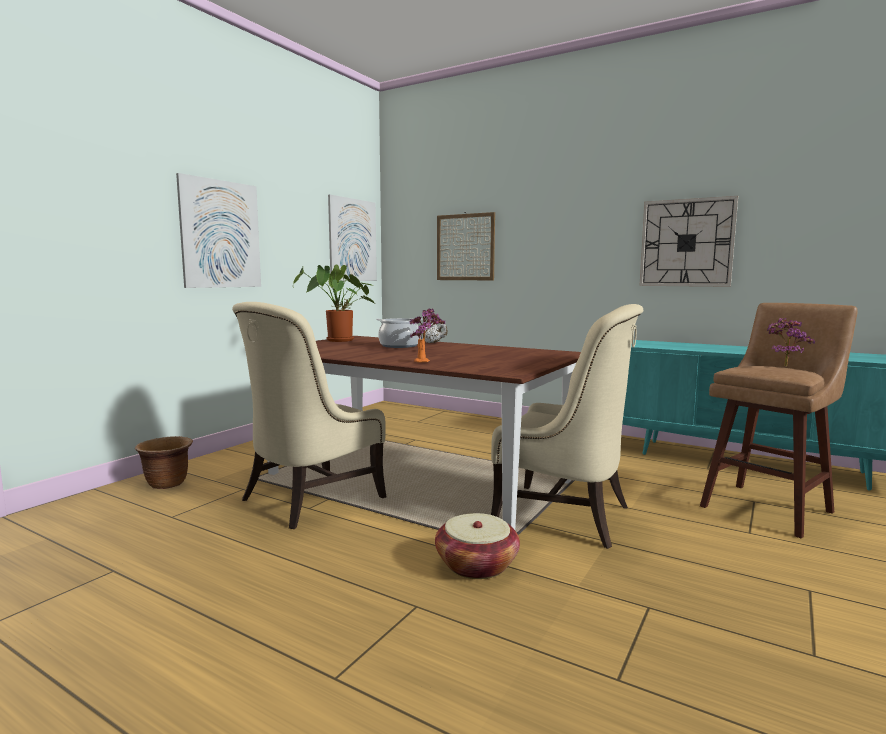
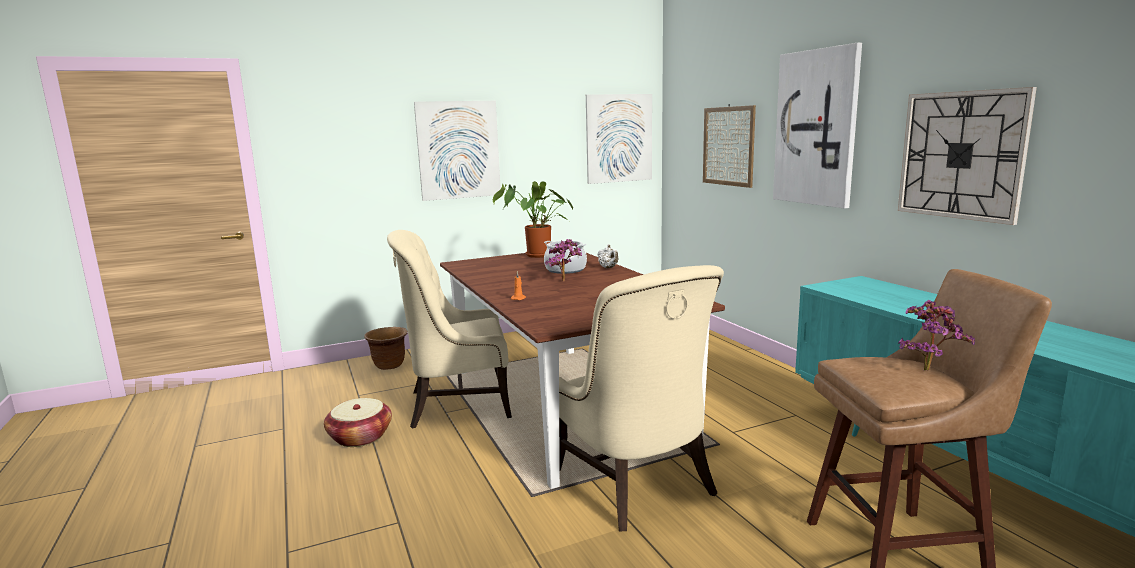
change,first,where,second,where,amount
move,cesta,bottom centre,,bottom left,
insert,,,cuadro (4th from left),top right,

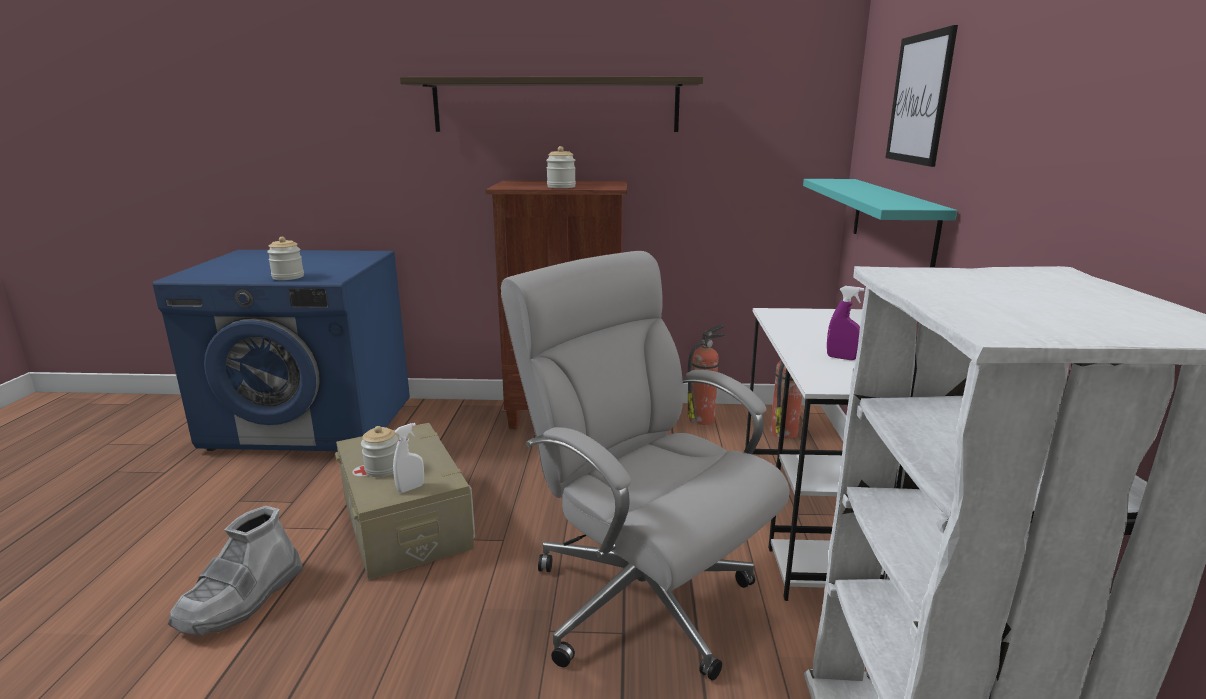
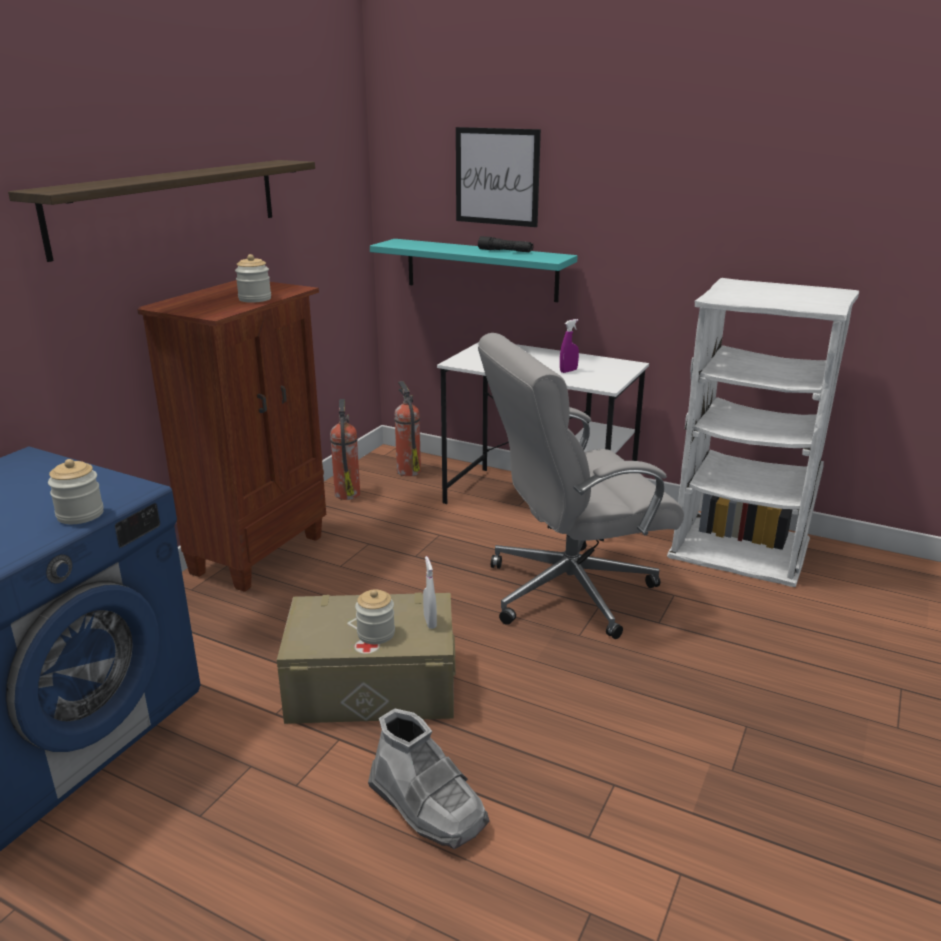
change,first,where,second,where,amount
insert,,,linterna [negro],top centre,

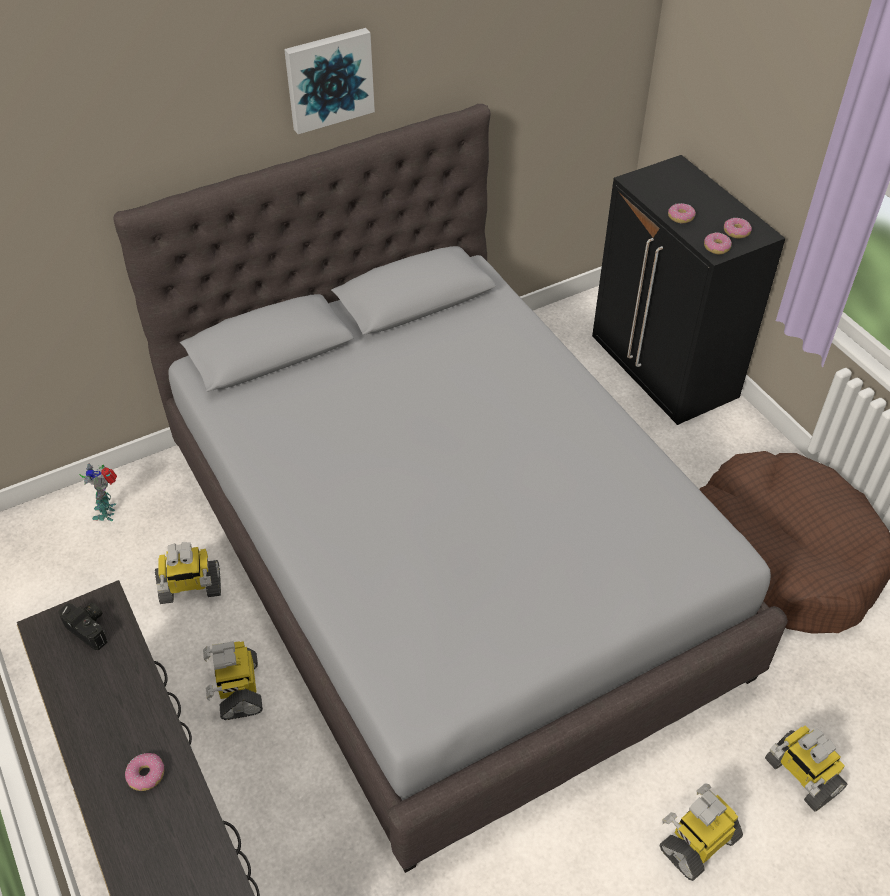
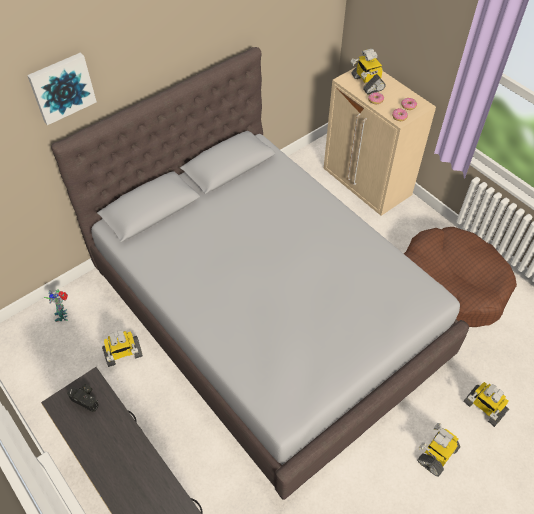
change,first,where,second,where,amount
delete,rosquilla (1st from left),bottom left,,,
move,robot de juguete (3rd from left),bottom left,,top right,
move,cuadro,top centre,,top left,
recolor,armario [negro],top right,armario [beis],top right,

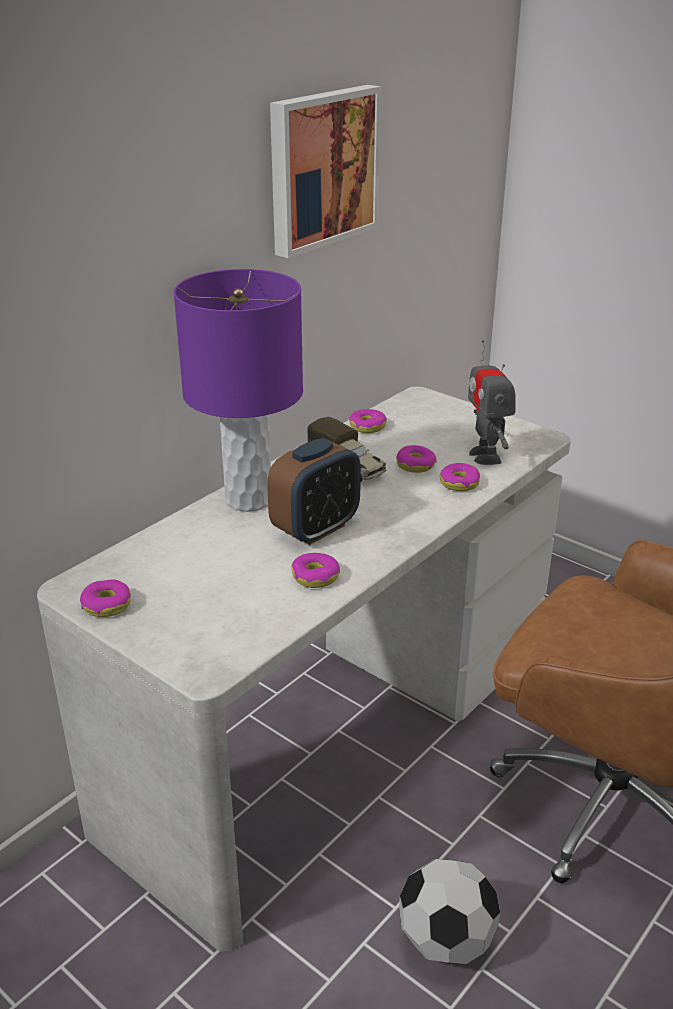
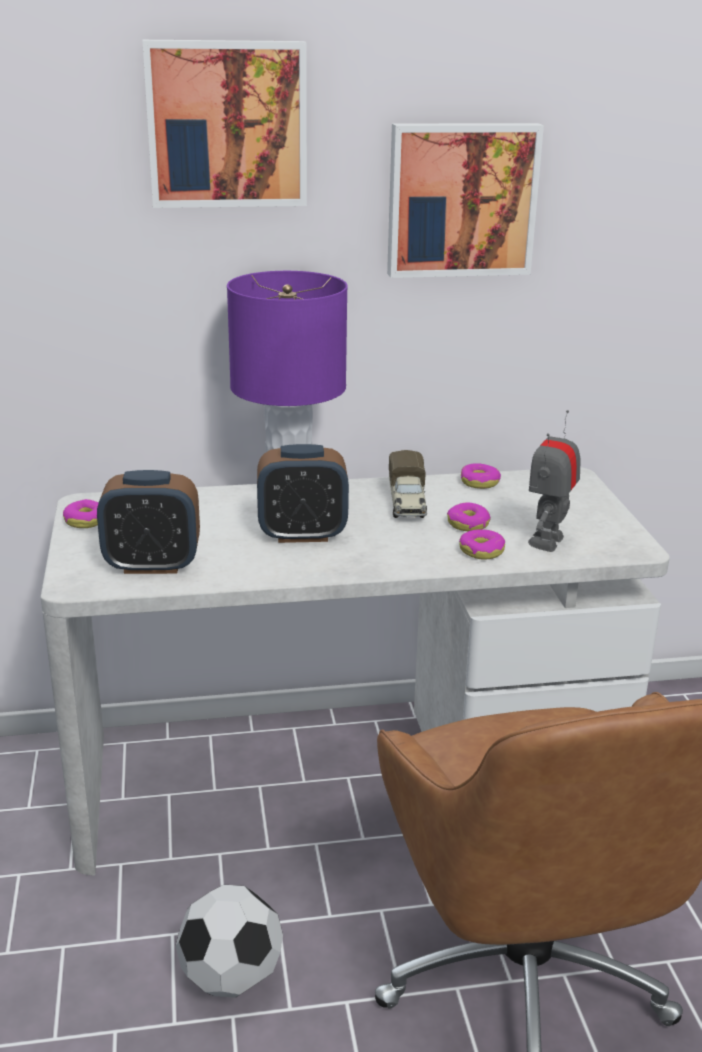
change,first,where,second,where,amount
delete,rosquilla (2nd from left),centre,,,
insert,,,despertador (1st from left),middle left,
insert,,,cuadro (1st from left),top left,

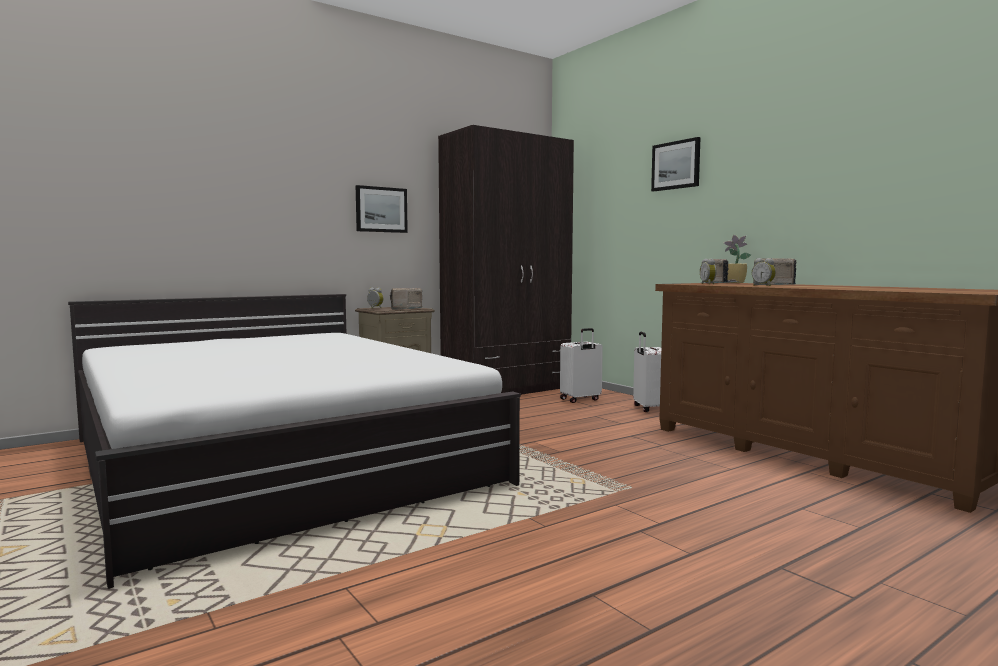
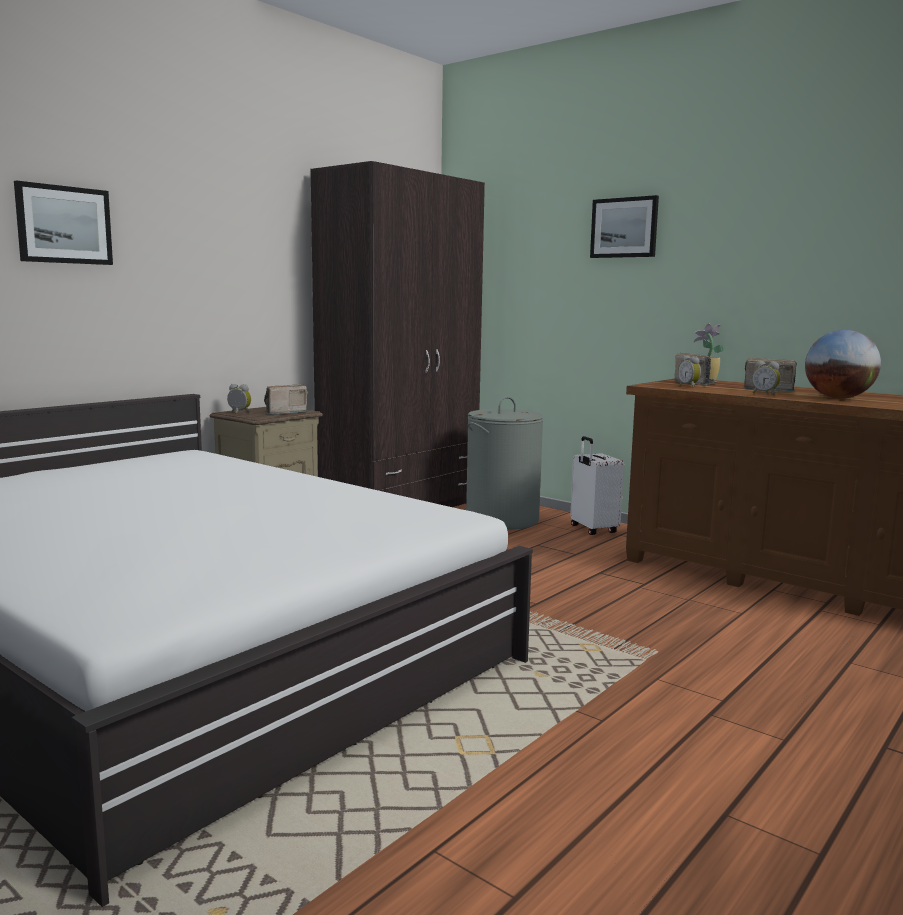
change,first,where,second,where,amount
move,cuadro (1st from left),top centre,,top left,
replace,maleta [blanco] (1st from left),centre,cesto de la ropa [gris],centre,
insert,,,globo terráqueo,middle right,

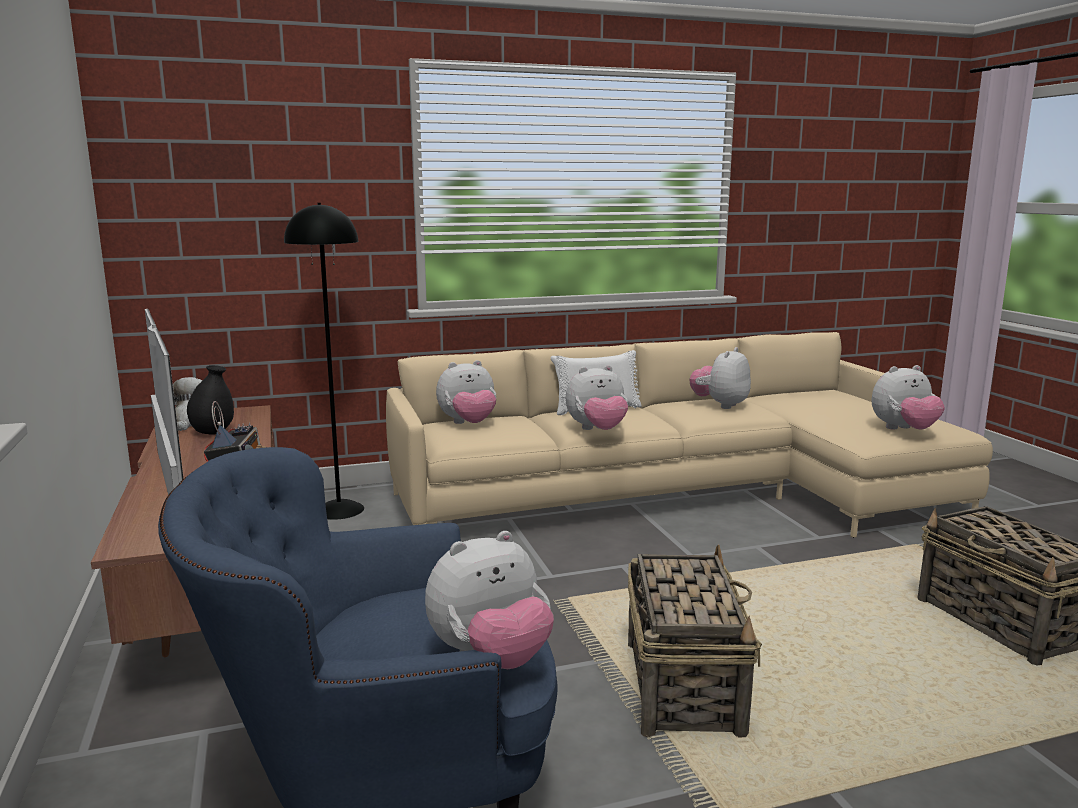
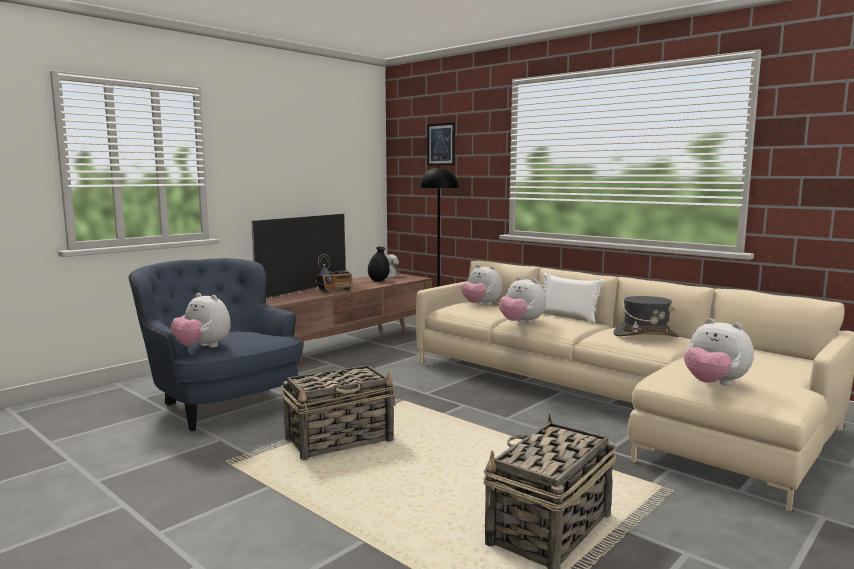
change,first,where,second,where,amount
replace,peluche (5th from left),middle right,sombrero [gris],middle right,
insert,,,cuadro,top centre,

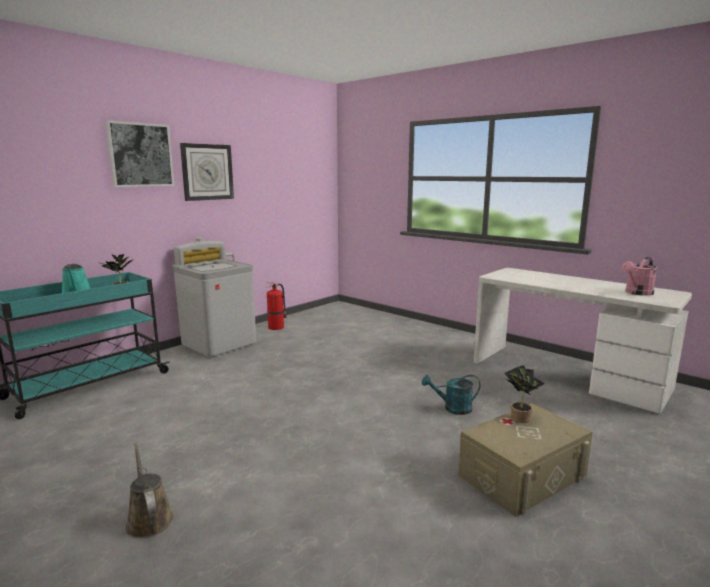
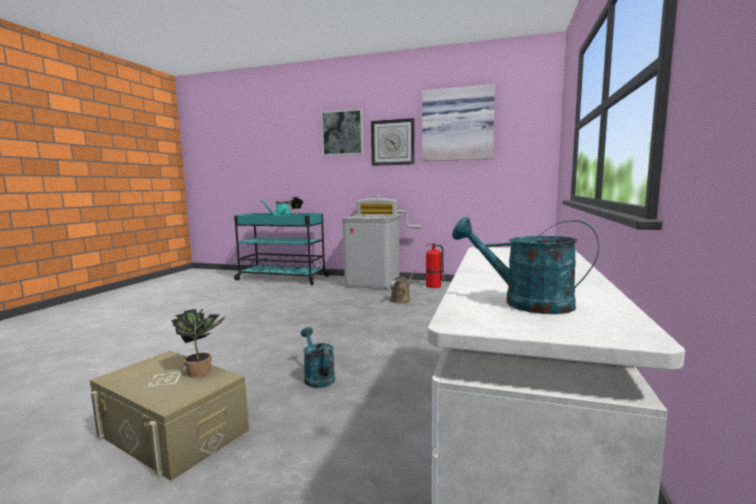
change,first,where,second,where,amount
move,regadera [marrón],bottom left,,centre,
recolor,regadera [rosa],middle right,regadera [turquesa] (3rd from left),middle right,
insert,,,cuadro (2nd from left),top centre,

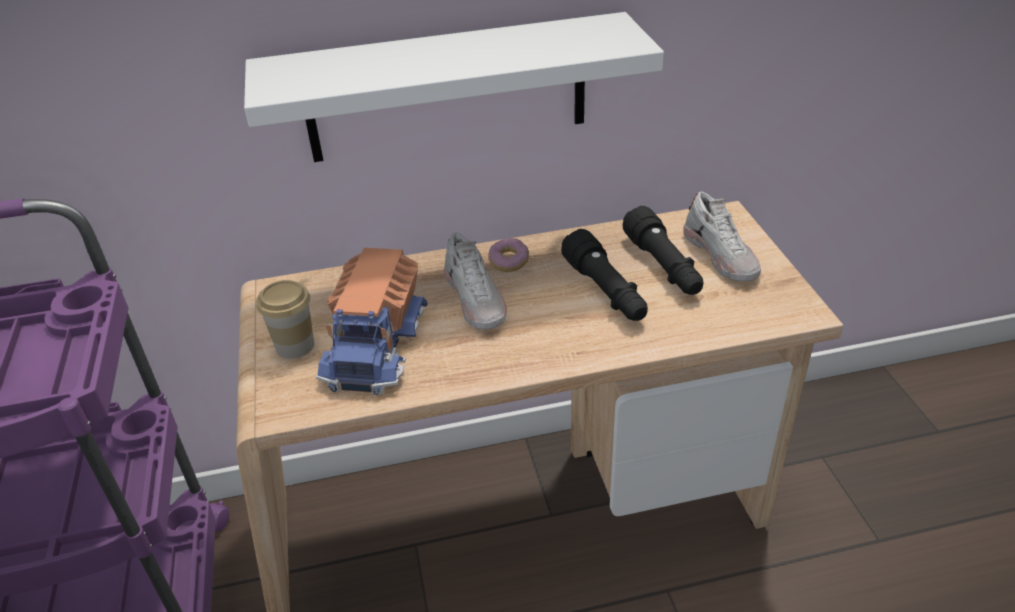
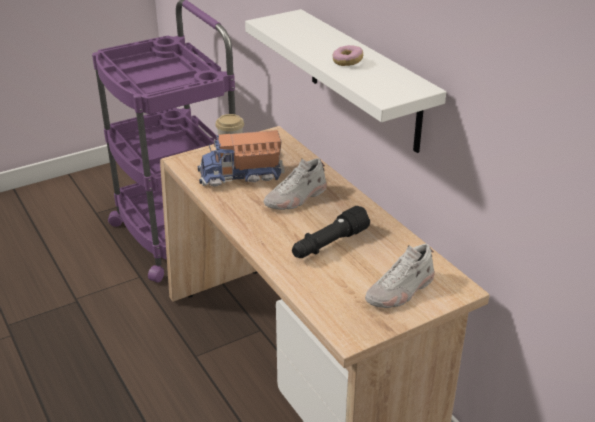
change,first,where,second,where,amount
move,rosquilla,centre,,top centre,
delete,linterna [negro] (2nd from left),centre,,,

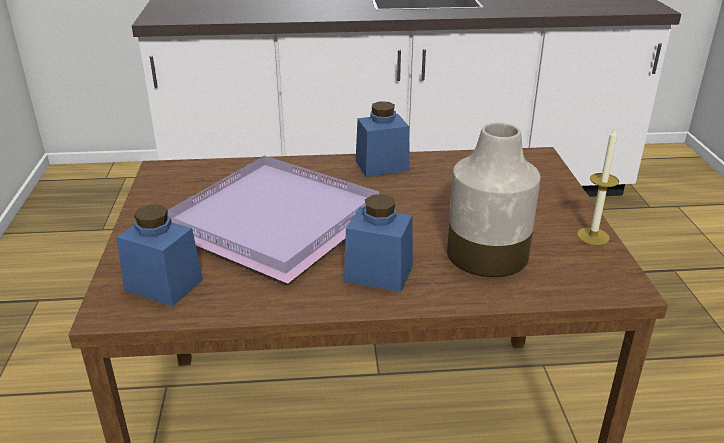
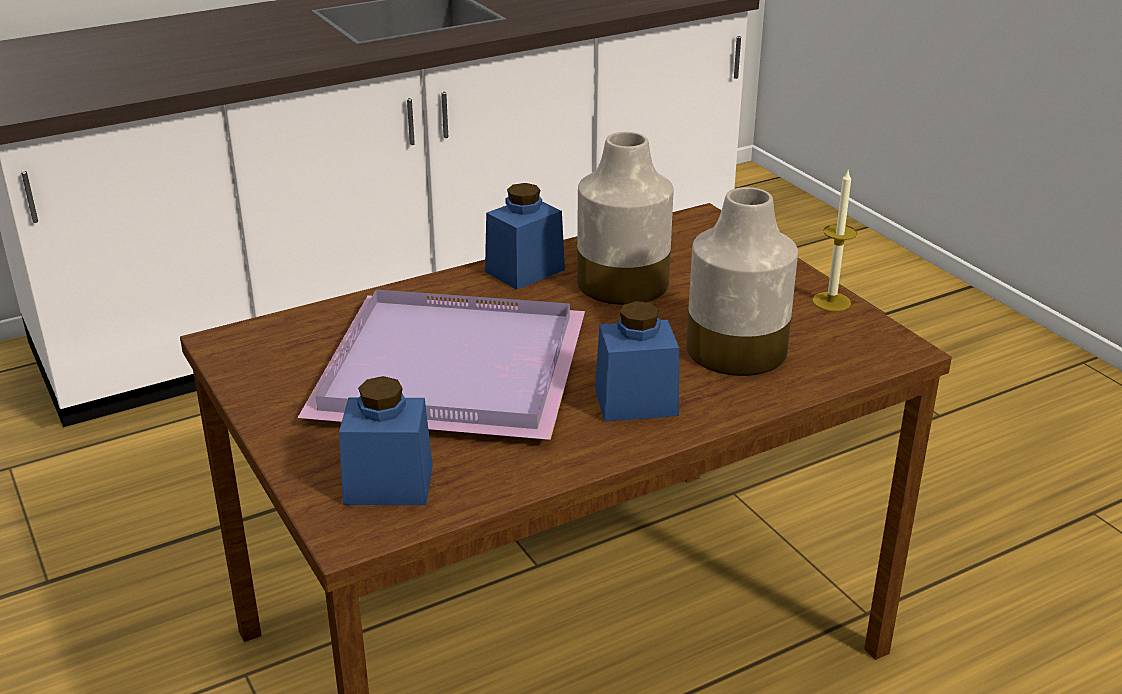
change,first,where,second,where,amount
insert,,,florero [beis] (1st from left),top centre,

